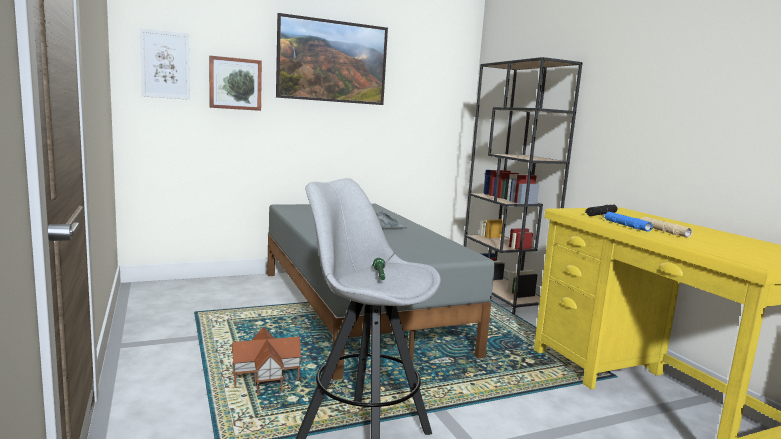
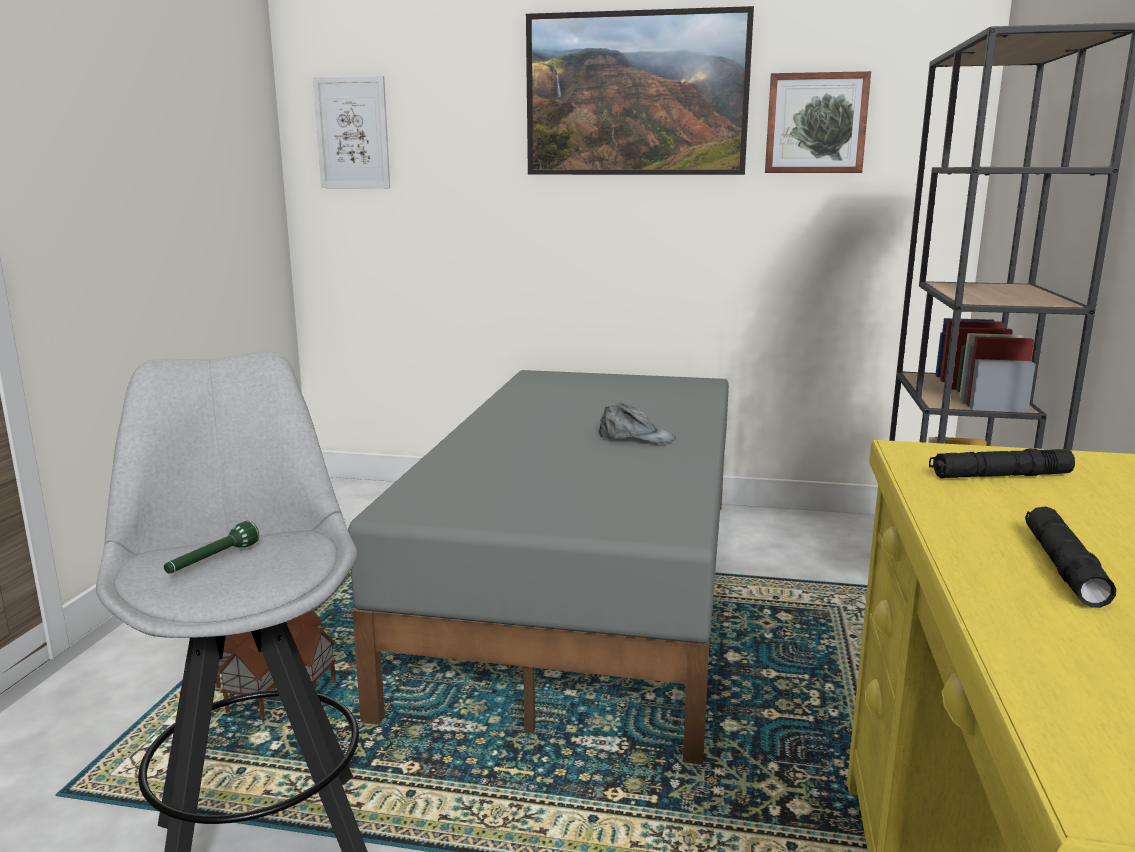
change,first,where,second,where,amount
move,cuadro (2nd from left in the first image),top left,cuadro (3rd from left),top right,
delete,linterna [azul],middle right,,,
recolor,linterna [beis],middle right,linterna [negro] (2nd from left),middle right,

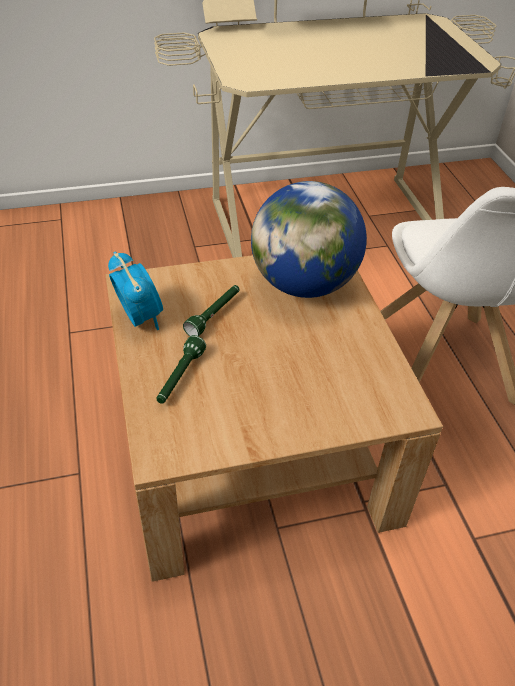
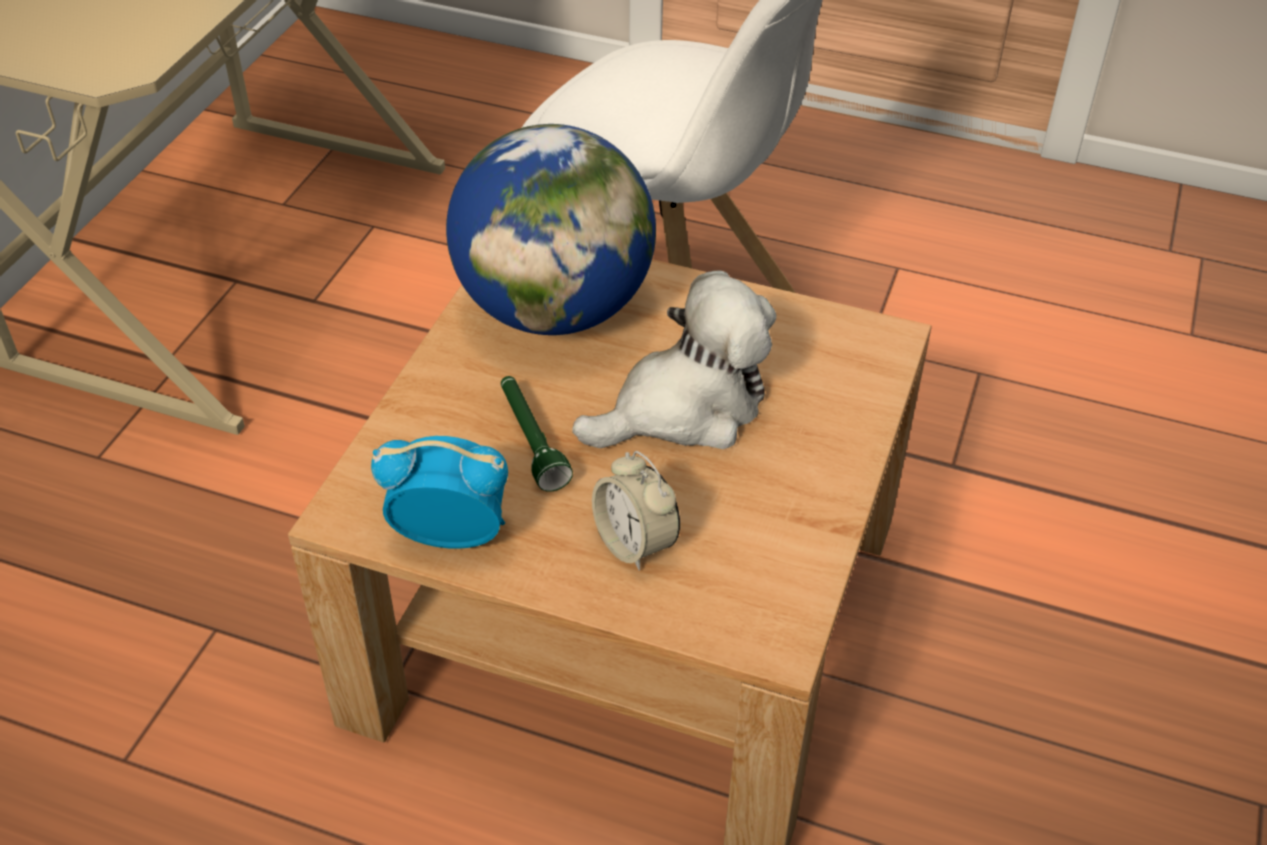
change,first,where,second,where,amount
replace,linterna [verde] (1st from left),centre,despertador (2nd from left),centre,
insert,,,peluche,centre,

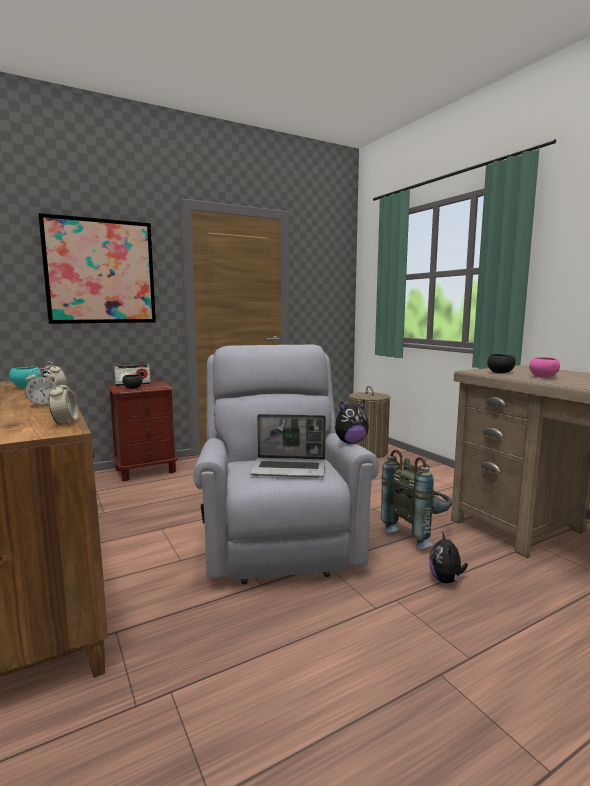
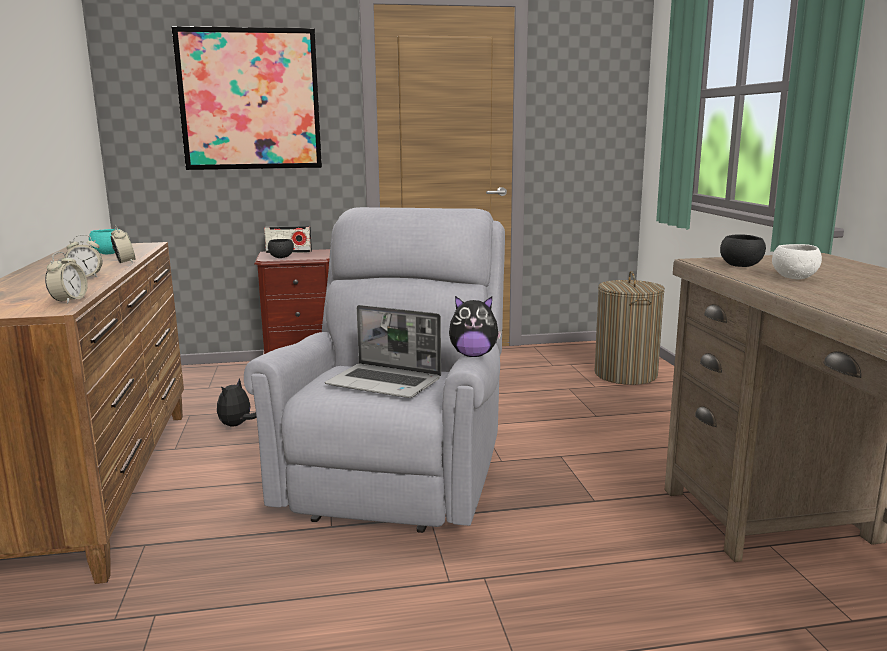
change,first,where,second,where,amount
delete,mochila [gris],middle right,,,
move,peluche (2nd from left in the first image),bottom right,peluche (1st from left),middle left,
recolor,cuenco [rosa],middle right,cuenco [blanco],middle right,

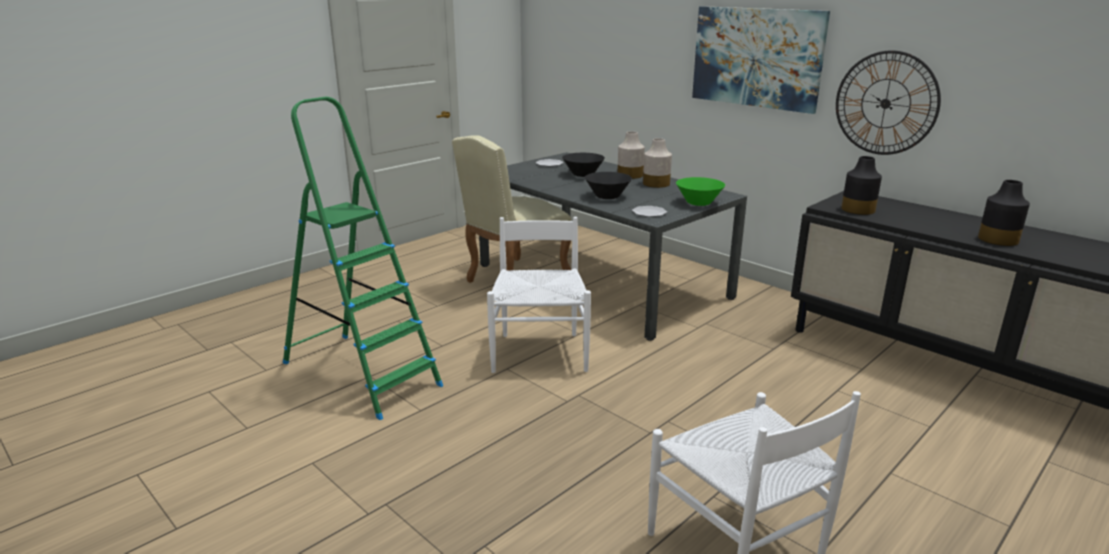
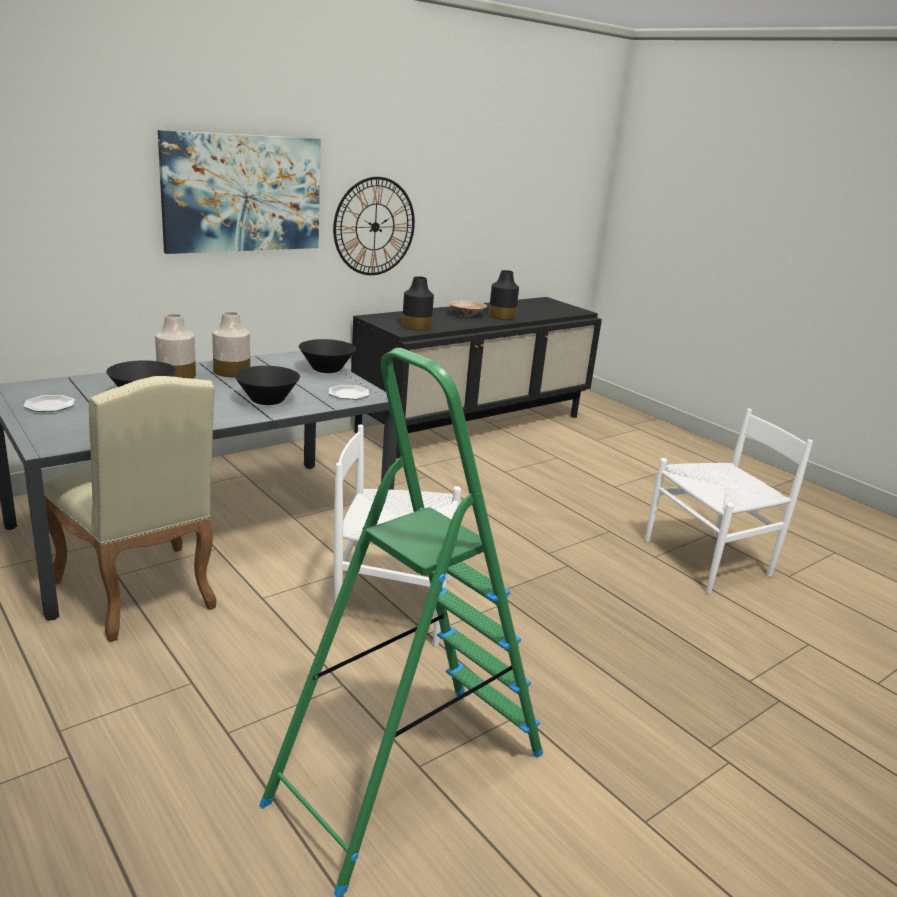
change,first,where,second,where,amount
recolor,cuenco [verde],centre,cuenco [negro] (3rd from left),centre,
insert,,,cuenco [beis],centre,

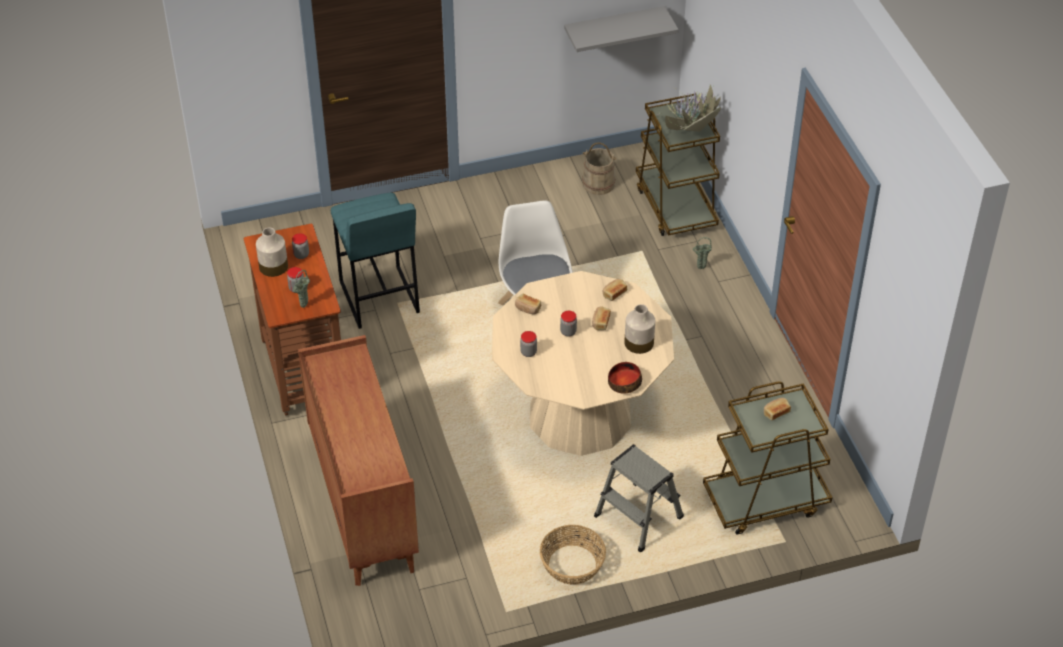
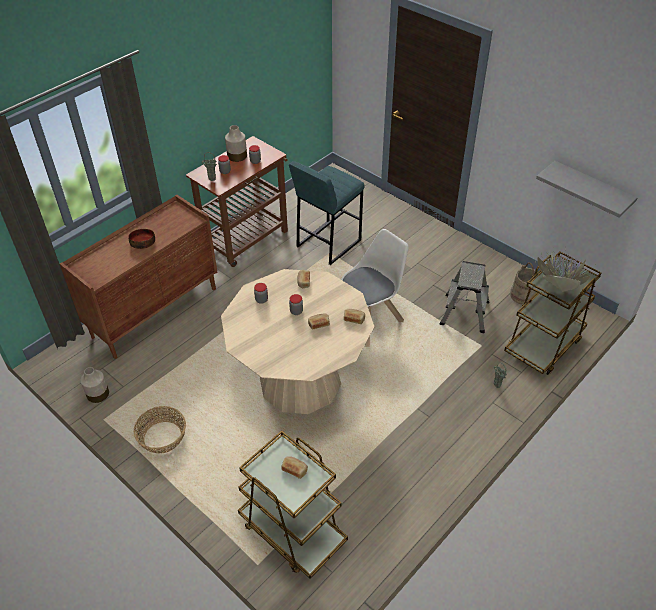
change,first,where,second,where,amount
move,escalera de tijera [gris],bottom centre,,middle right,
move,cuenco,centre,,middle left,
move,florero [beis] (2nd from left in the first image),centre,florero [beis] (1st from left),middle left,

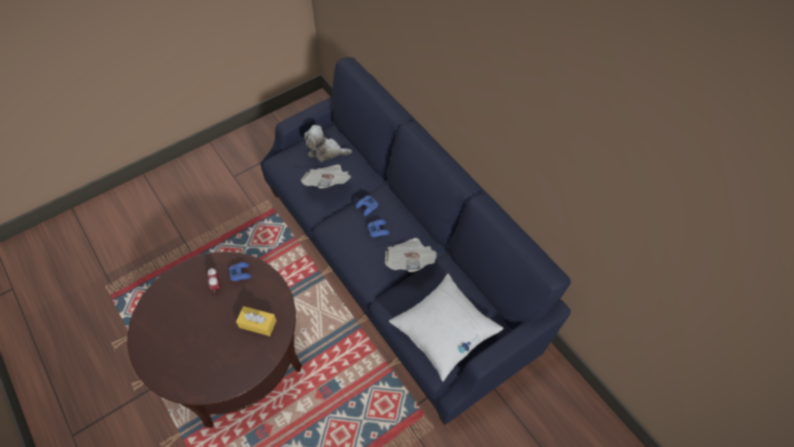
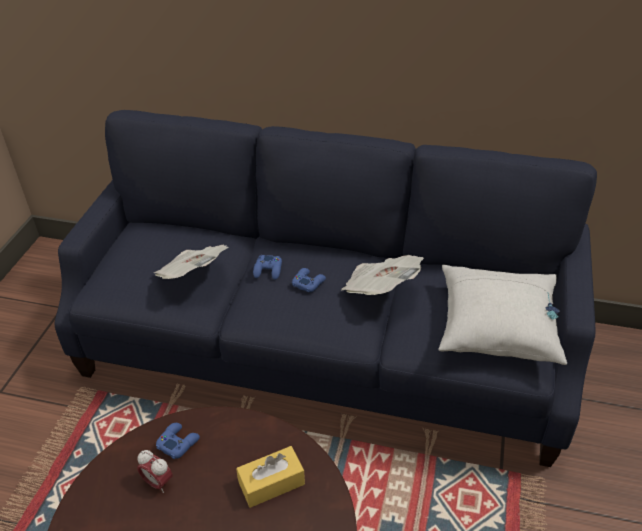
change,first,where,second,where,amount
delete,peluche,top centre,,,

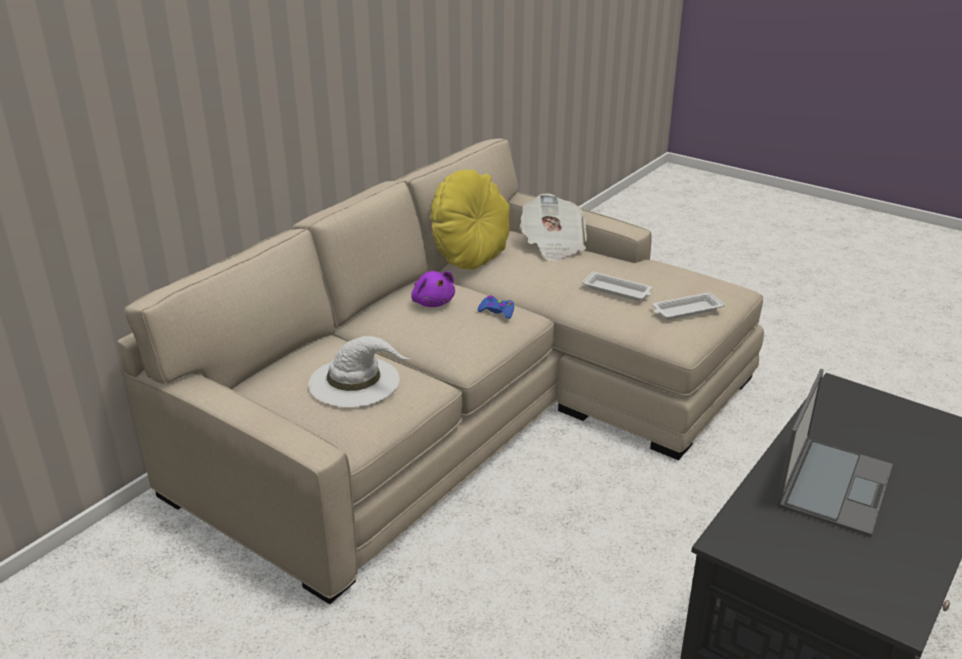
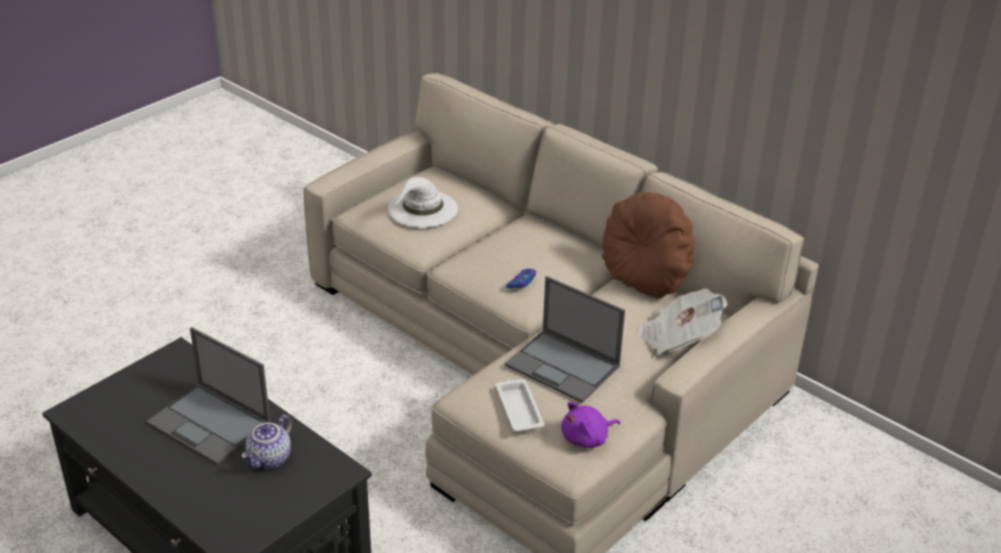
change,first,where,second,where,amount
move,peluche [morado],centre,,bottom centre,
recolor,cojín [amarillo],top centre,cojín [marrón],centre,
replace,bandeja [blanco] (1st from left),centre,portátil (2nd from left),centre,
insert,,,tetera,bottom left,

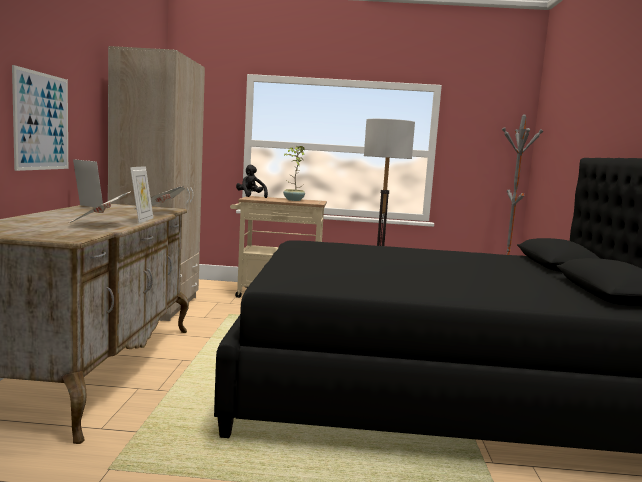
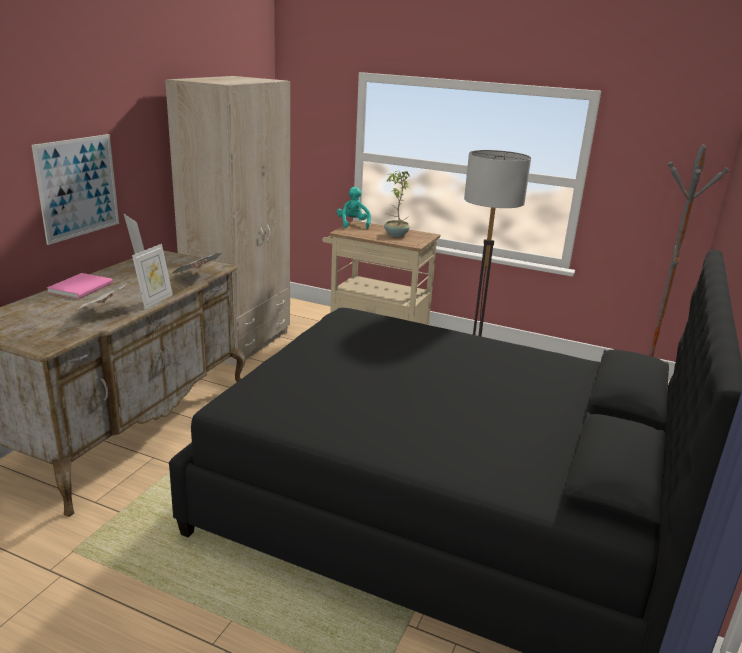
change,first,where,second,where,amount
recolor,peluche [negro],centre,peluche [turquesa],top centre,
insert,,,libro [rosa],middle left,

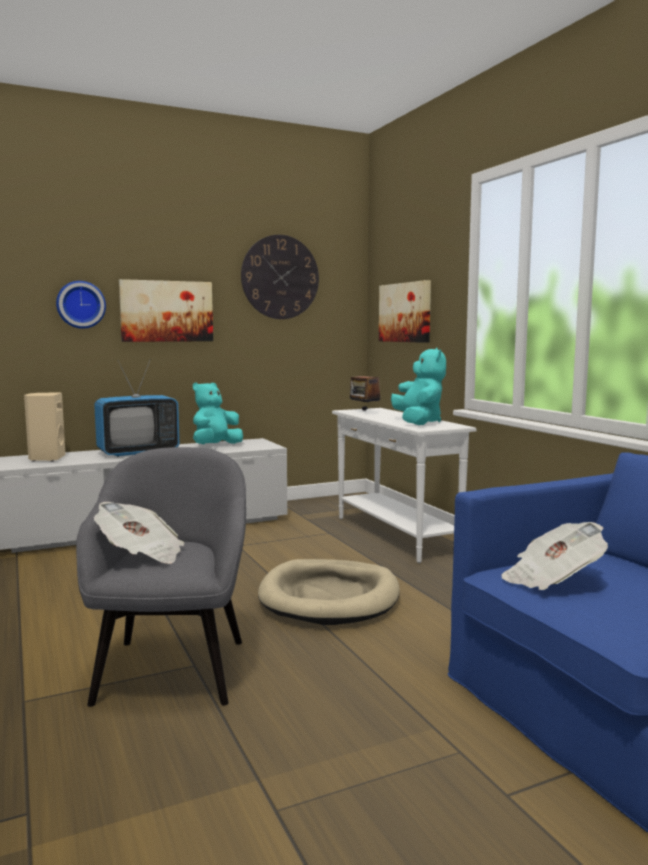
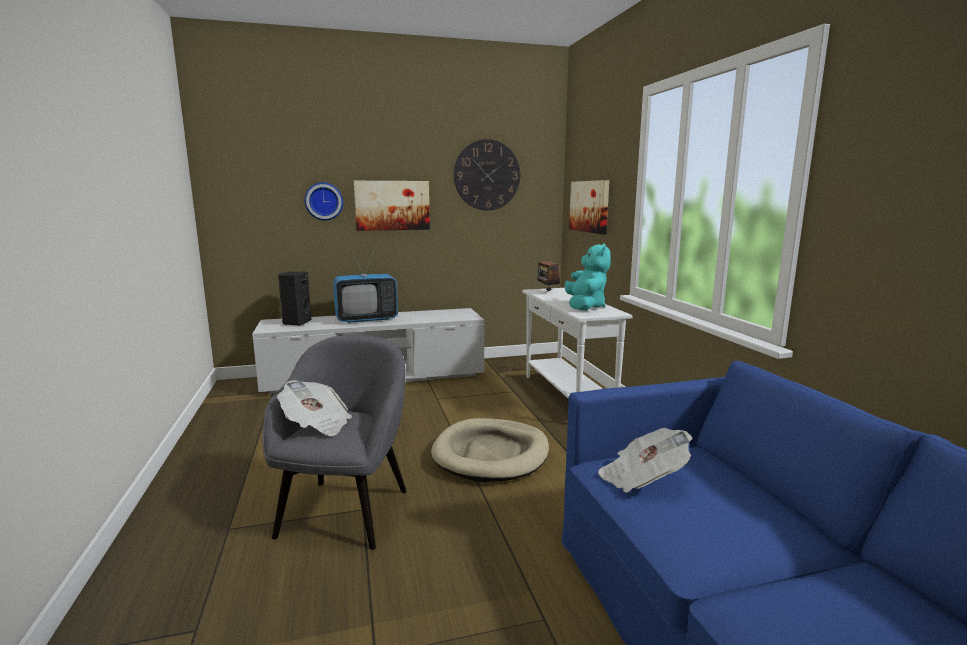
change,first,where,second,where,amount
recolor,altavoz [beis],middle left,altavoz [negro],middle left,
delete,peluche [turquesa] (1st from left),centre,,,

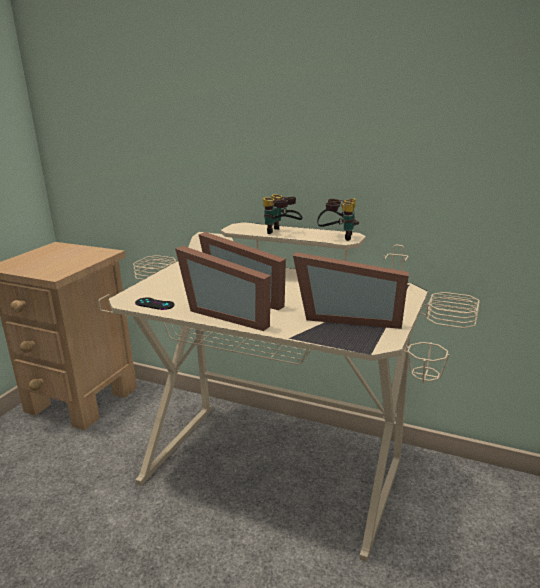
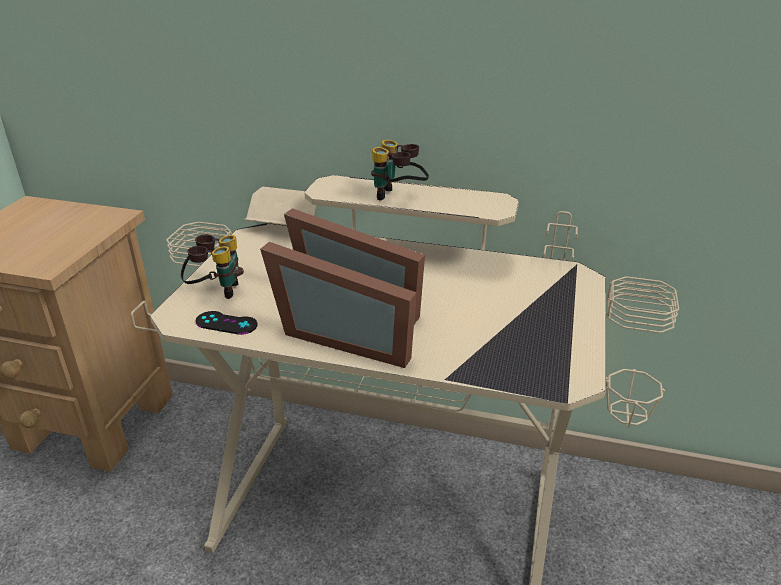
change,first,where,second,where,amount
delete,portarretratos (3rd from left),centre,,,
move,prismáticos (2nd from left in the first image),centre,prismáticos (1st from left),middle left,

